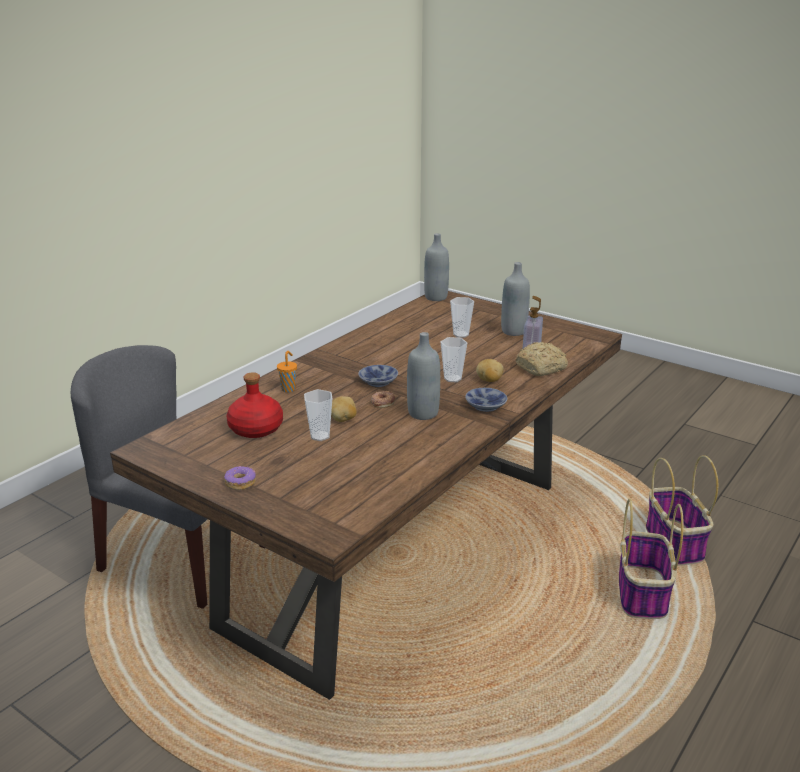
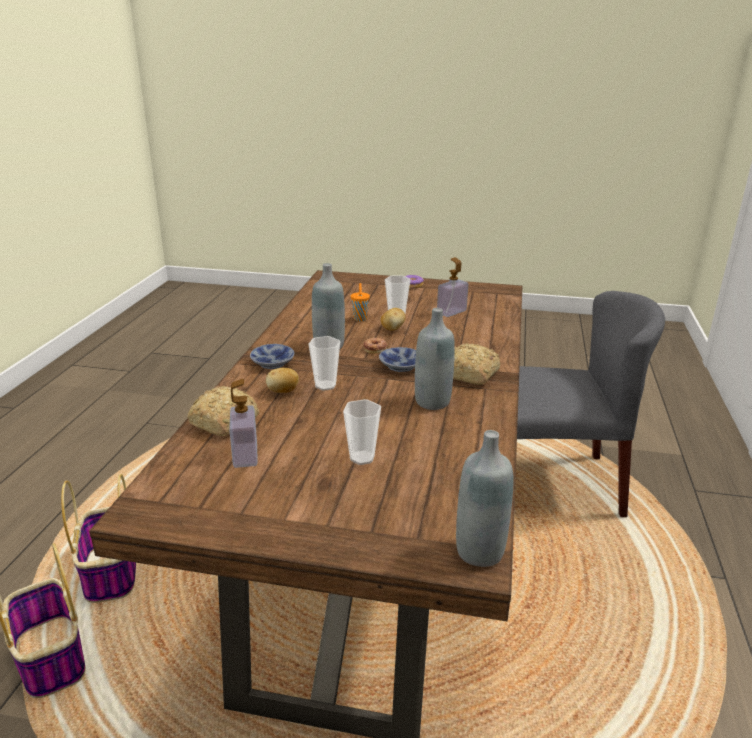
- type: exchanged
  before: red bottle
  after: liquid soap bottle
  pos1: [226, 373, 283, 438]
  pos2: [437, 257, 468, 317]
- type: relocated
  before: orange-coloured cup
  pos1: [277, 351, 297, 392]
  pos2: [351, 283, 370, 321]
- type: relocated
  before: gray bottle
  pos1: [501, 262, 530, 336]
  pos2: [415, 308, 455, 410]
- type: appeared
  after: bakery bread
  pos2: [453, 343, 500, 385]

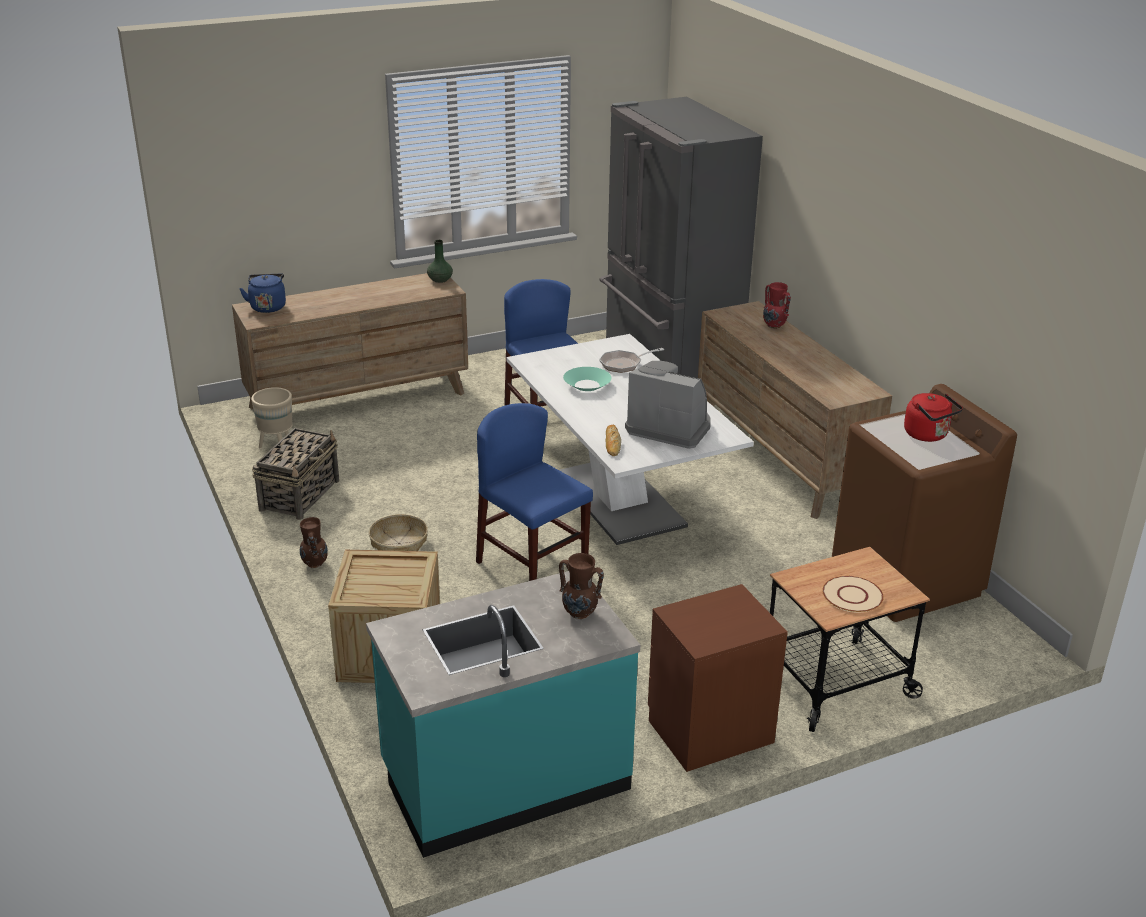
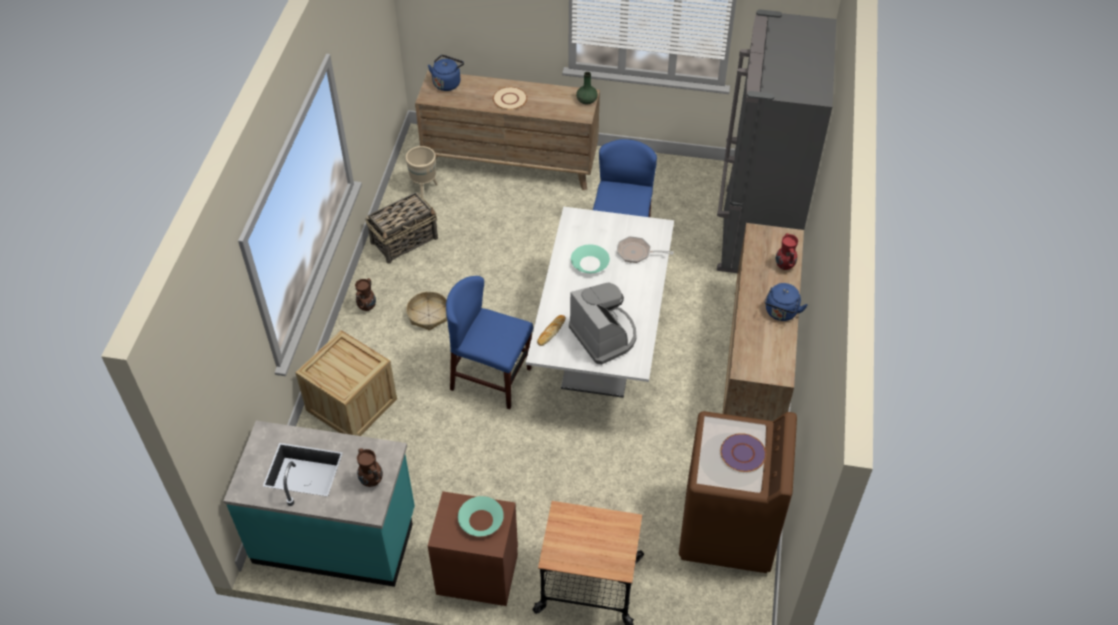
- type: spun
  before: blue-coloured upright chair
  pos1: [476, 403, 593, 581]
  pos2: [446, 276, 533, 409]
  turn: -60
- type: relocated
  before: sand-coloured flat dish
  pos1: [822, 576, 884, 613]
  pos2: [493, 87, 527, 110]
- type: exchanged
  before: red kettle
  after: purple flat dish
  pos1: [904, 393, 963, 442]
  pos2: [720, 433, 766, 472]
- type: appeared
  after: turquoise-coloured serving bowl
  pos2: [458, 496, 504, 536]
- type: appeared
  after: blue-coloured kettle
  pos2: [764, 283, 808, 321]

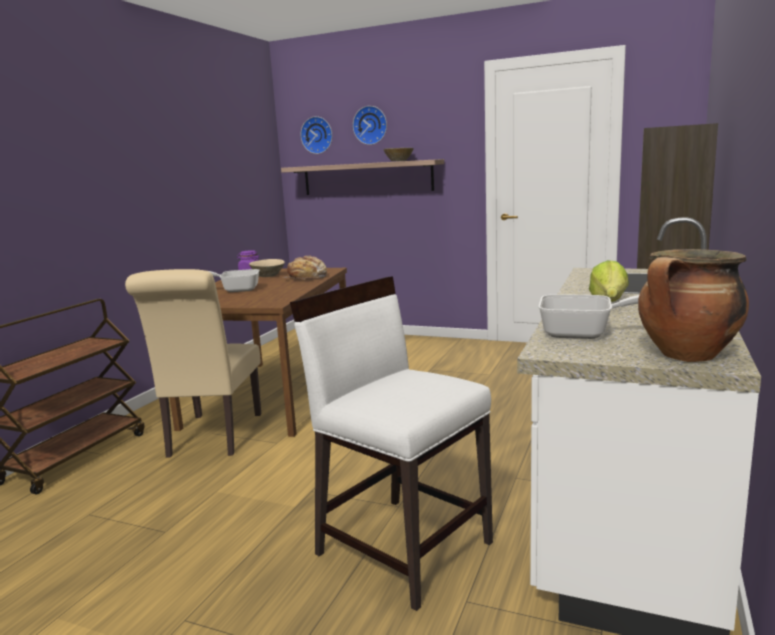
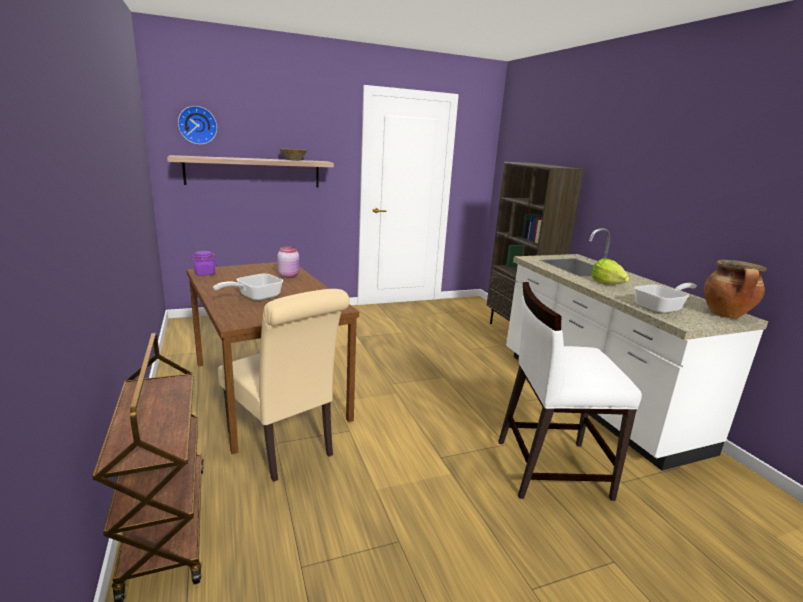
- type: missing
  before: sand-coloured serving bowl
  pos1: [249, 259, 285, 277]
- type: exchanged
  before: bakery bread
  after: pinkish preserve jar
  pos1: [283, 255, 327, 280]
  pos2: [277, 246, 300, 278]
- type: missing
  before: hanging clock
  pos1: [353, 106, 387, 145]

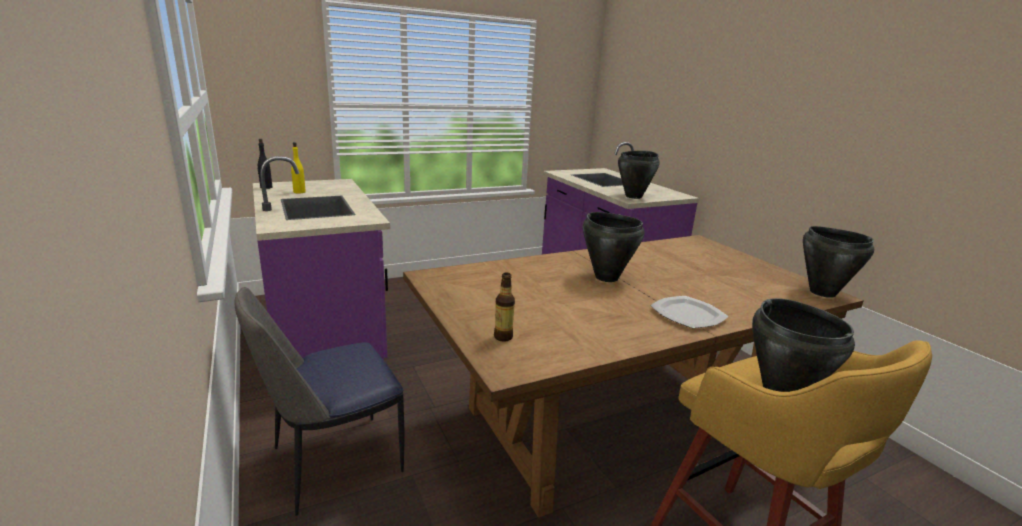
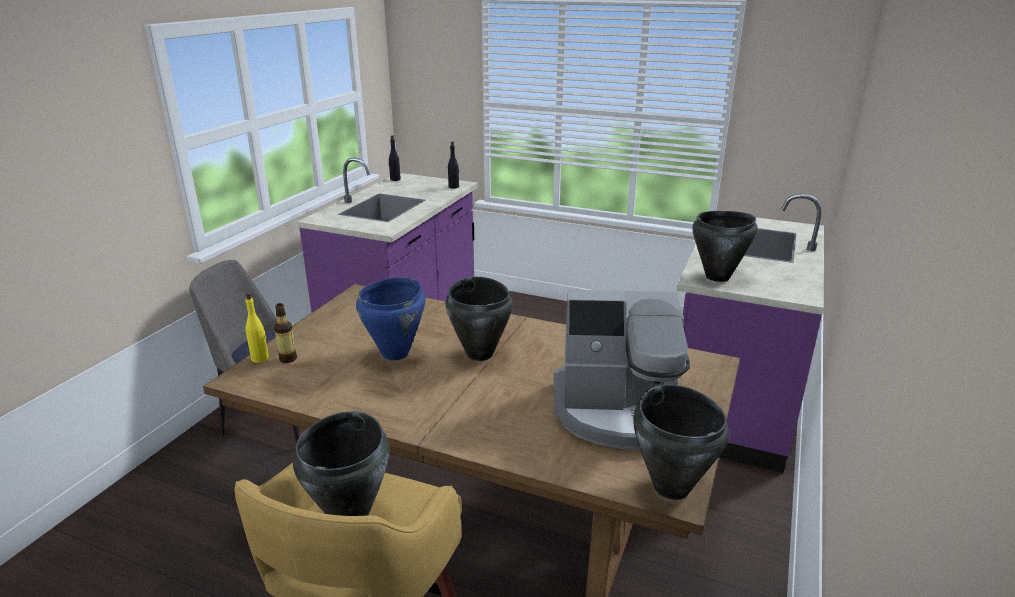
- type: relocated
  before: yellowish bottle
  pos1: [291, 142, 306, 194]
  pos2: [245, 292, 269, 363]
- type: missing
  before: flat dish
  pos1: [650, 296, 728, 328]
- type: appeared
  after: blue-coloured cooking pot
  pos2: [356, 277, 425, 360]
- type: appeared
  after: black bottle
  pos2: [448, 141, 459, 189]
- type: appeared
  after: coffee brewer
  pos2: [554, 290, 690, 450]

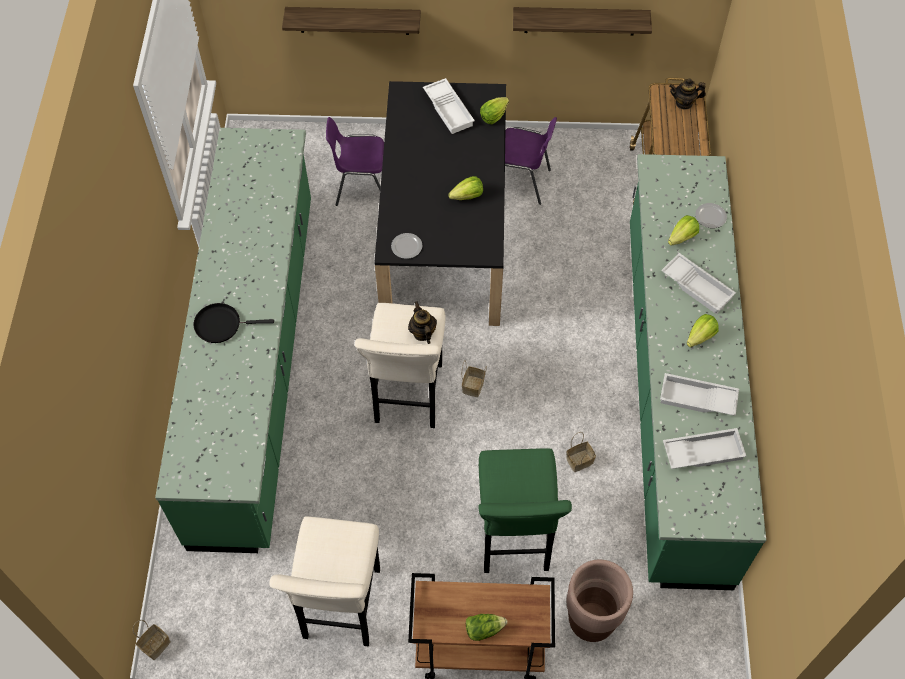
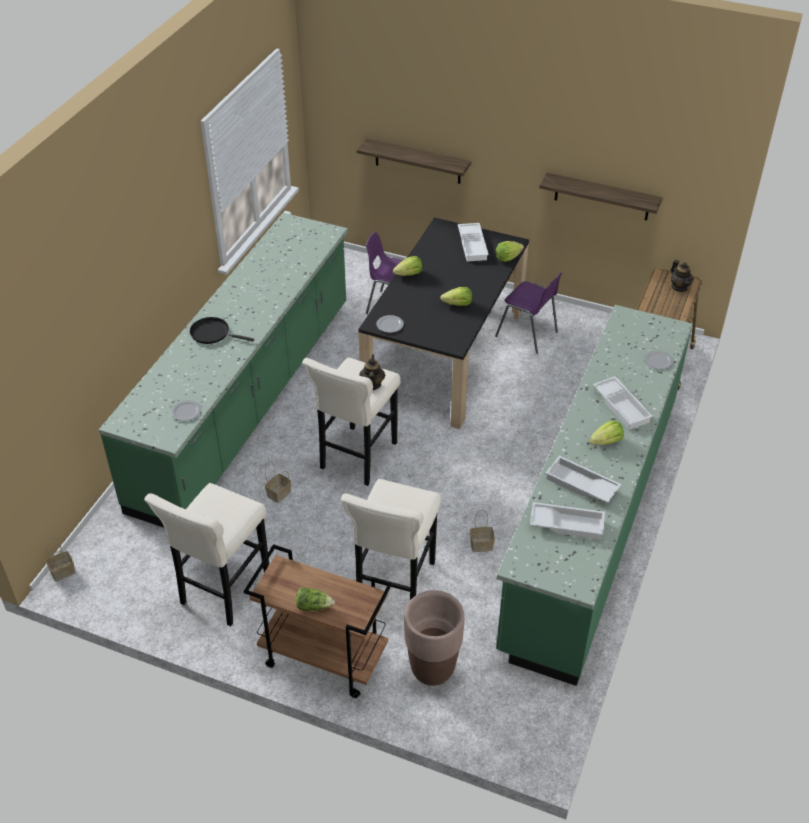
- type: relocated
  before: basket
  pos1: [462, 360, 487, 397]
  pos2: [265, 461, 291, 503]
- type: colour
  before: green sitting stool
  after: sand-coloured sitting stool
  pos1: [478, 448, 572, 573]
  pos2: [341, 479, 441, 600]
- type: relocated
  before: lettuce
  pos1: [668, 215, 699, 246]
  pos2: [393, 256, 422, 276]
- type: spun
  before: tea pot
  pos1: [669, 79, 706, 110]
  pos2: [671, 260, 693, 292]
  turn: -135
- type: appeared
  after: flat dish
  pos2: [171, 400, 201, 421]

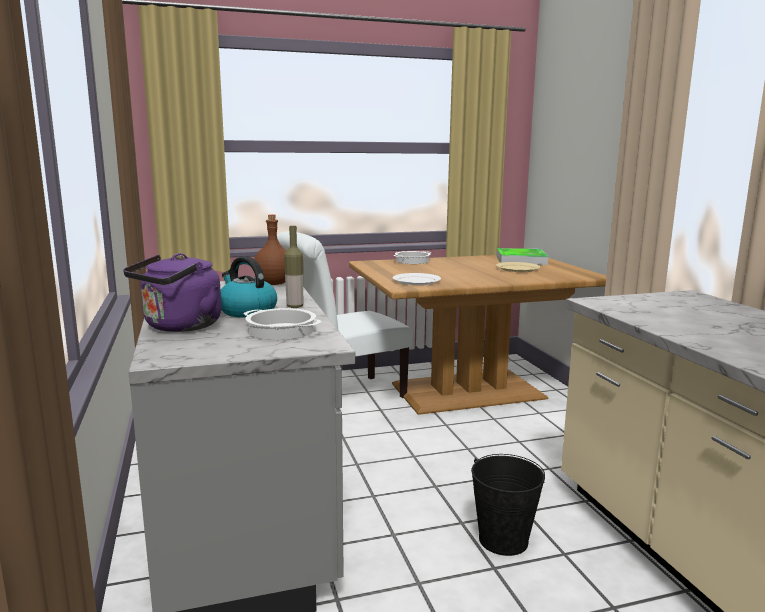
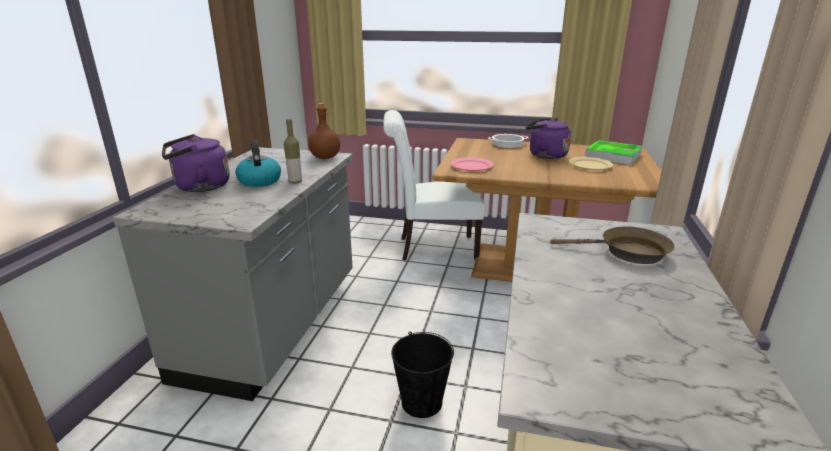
- type: missing
  before: cooking pot
  pos1: [244, 308, 321, 340]
- type: colour
  before: whitish flat dish
  after: pinkish flat dish
  pos1: [393, 273, 441, 285]
  pos2: [451, 157, 493, 171]
- type: appeared
  after: purple kettle
  pos2: [525, 118, 571, 159]
- type: appeared
  after: brown-coloured frying pan
  pos2: [551, 226, 675, 264]

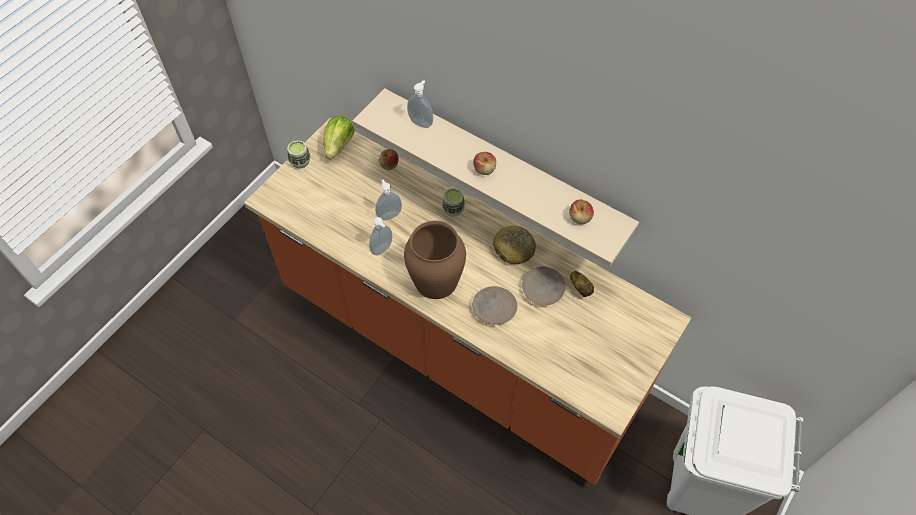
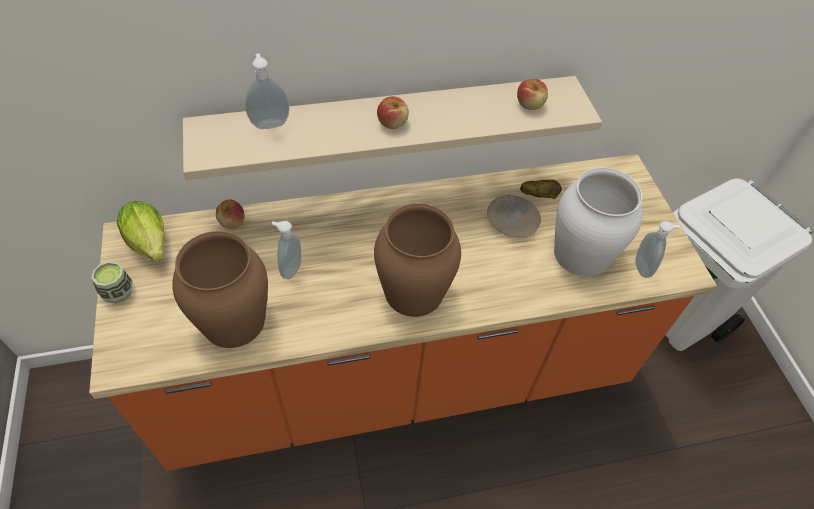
- type: relocated
  before: liquid soap bottle
  pos1: [369, 217, 392, 256]
  pos2: [635, 221, 680, 278]
- type: missing
  before: cup
  pos1: [442, 188, 465, 217]
- type: missing
  before: sand-coloured flat dish
  pos1: [472, 286, 517, 325]
- type: missing
  before: bakery bread
  pos1: [493, 226, 536, 264]
- type: appeared
  after: brown-coloured decorative vase
  pos2: [172, 231, 268, 348]
- type: appeared
  after: whitish decorative vase
  pos2: [554, 167, 642, 277]

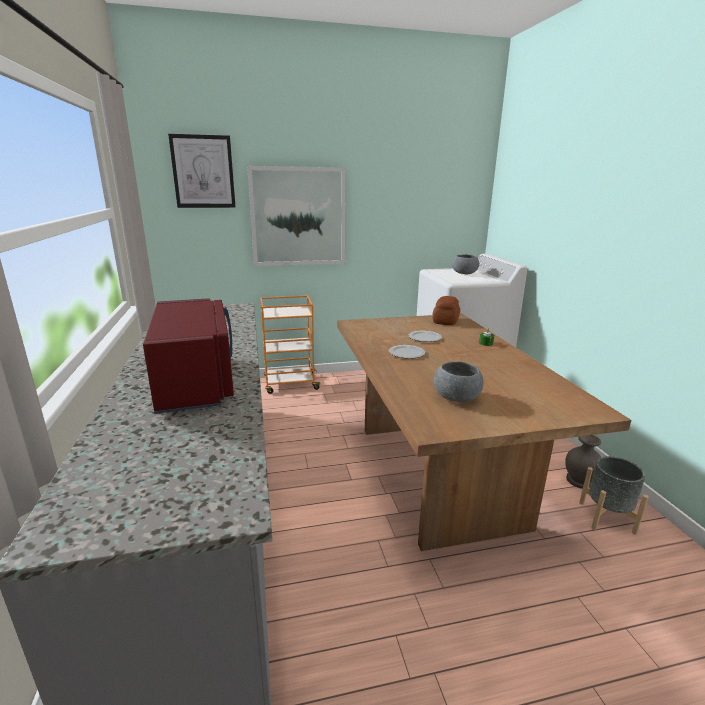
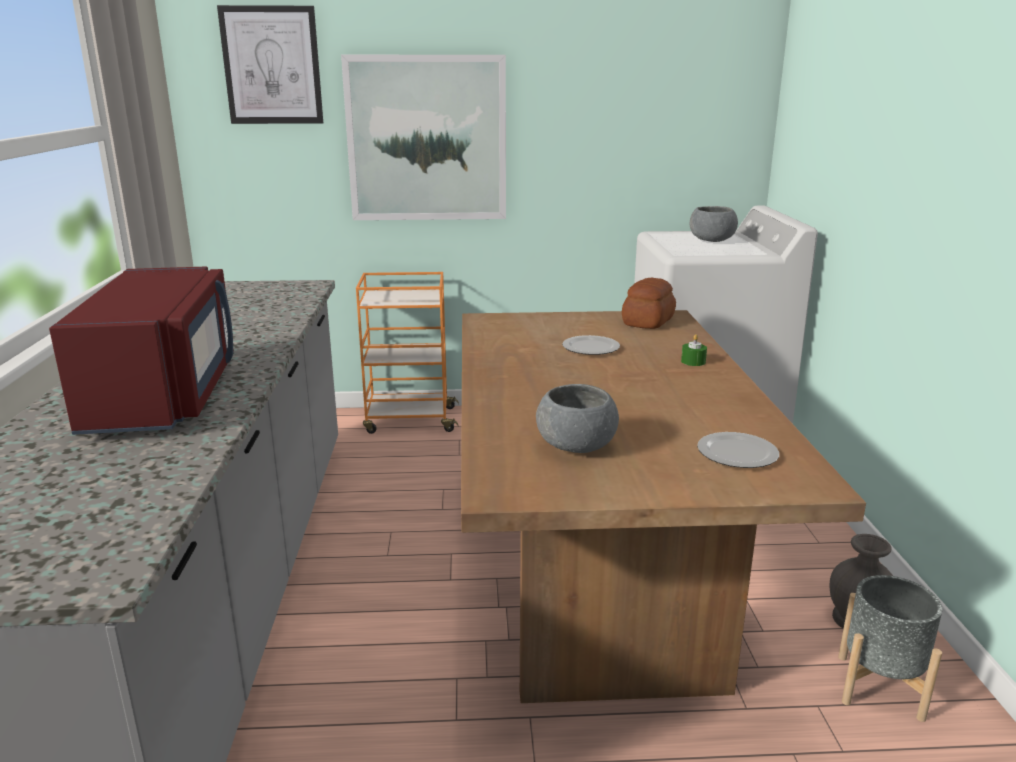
- type: relocated
  before: flat dish
  pos1: [389, 345, 425, 359]
  pos2: [697, 432, 779, 468]

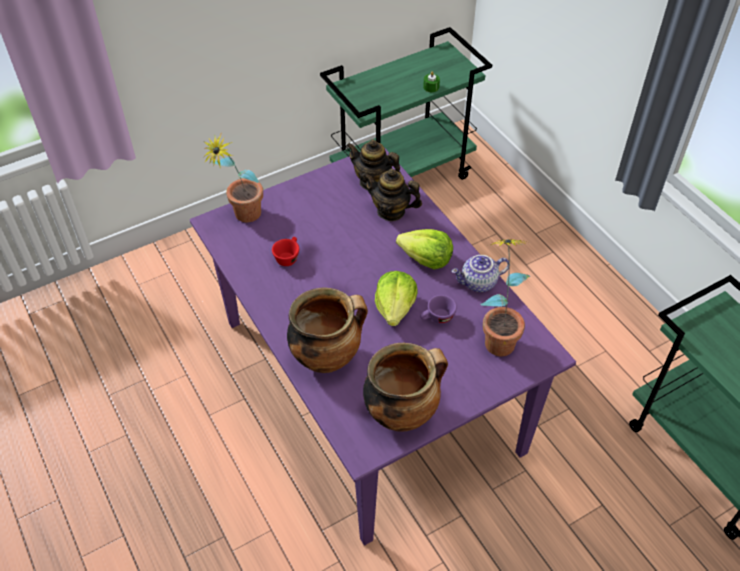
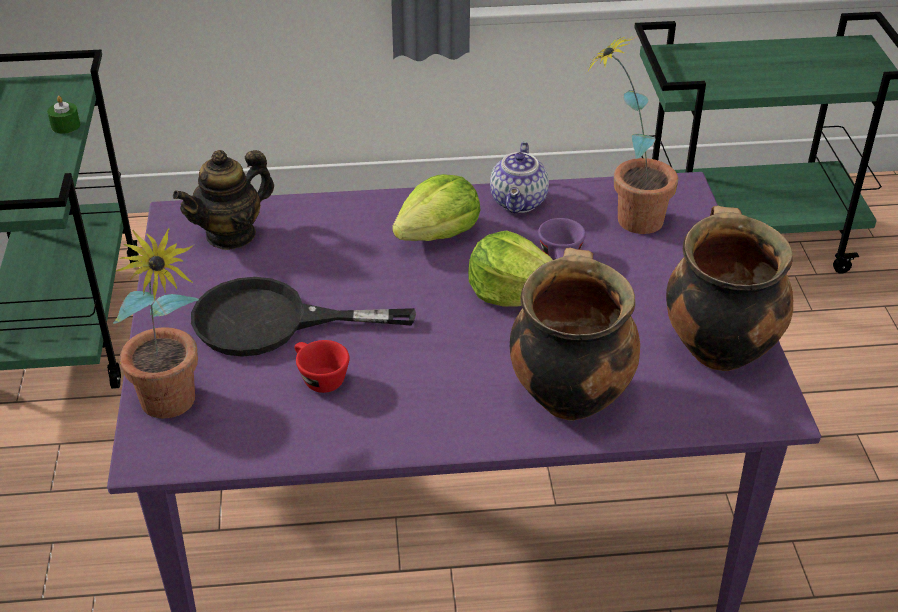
- type: missing
  before: tea pot
  pos1: [363, 169, 422, 221]
- type: appeared
  after: black frying pan
  pos2: [191, 277, 416, 357]

